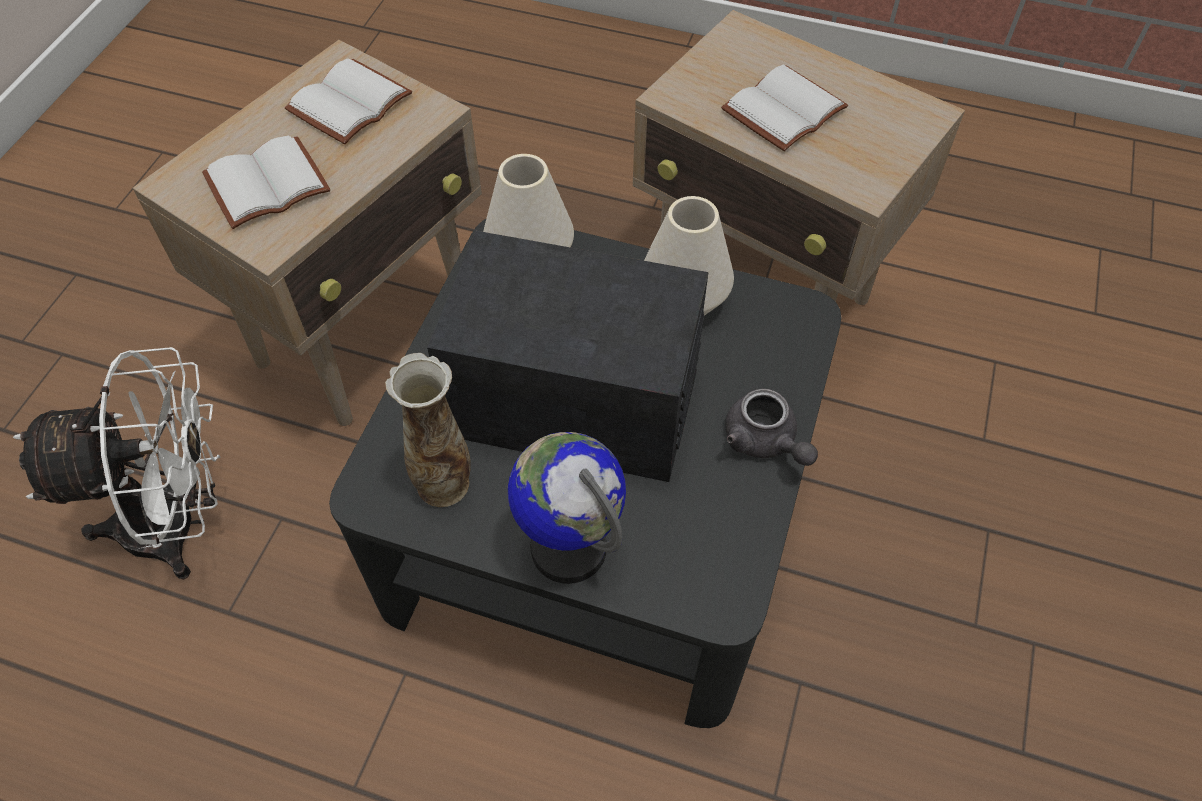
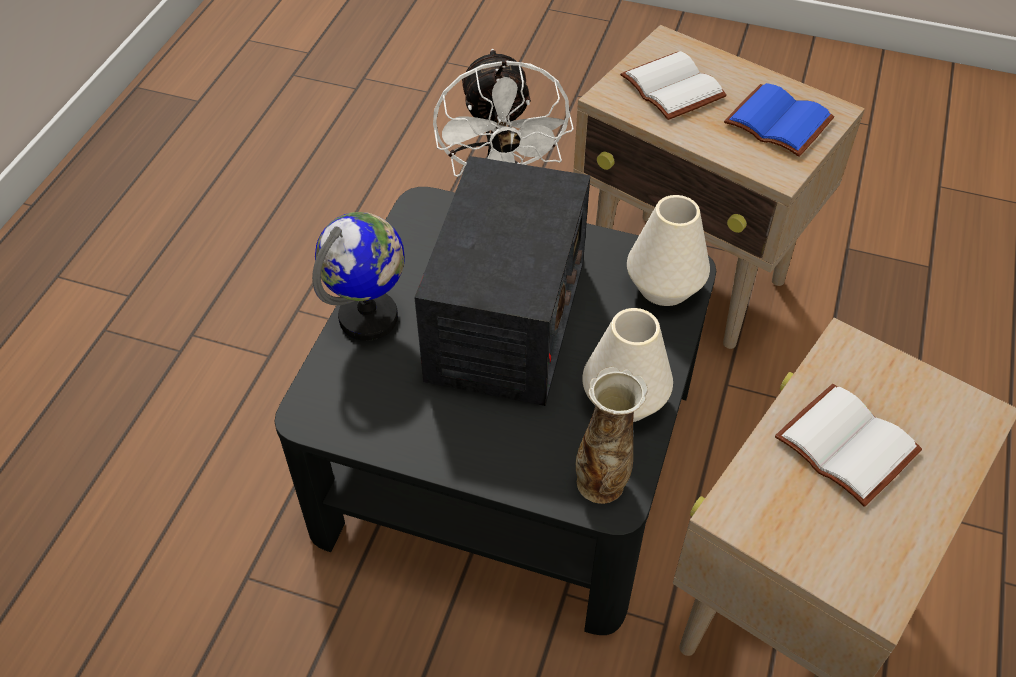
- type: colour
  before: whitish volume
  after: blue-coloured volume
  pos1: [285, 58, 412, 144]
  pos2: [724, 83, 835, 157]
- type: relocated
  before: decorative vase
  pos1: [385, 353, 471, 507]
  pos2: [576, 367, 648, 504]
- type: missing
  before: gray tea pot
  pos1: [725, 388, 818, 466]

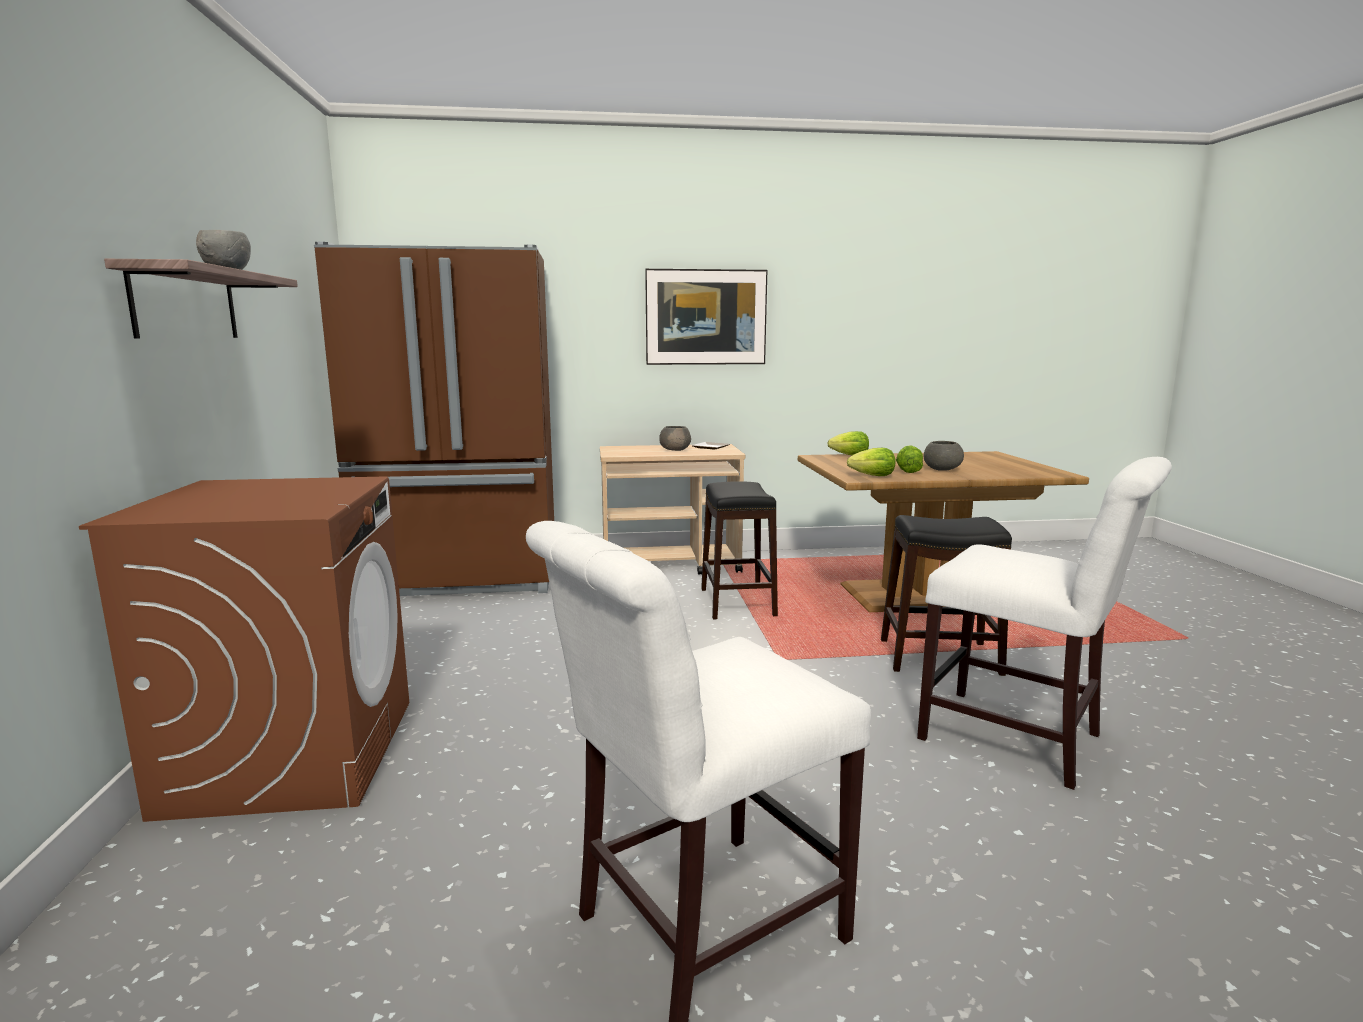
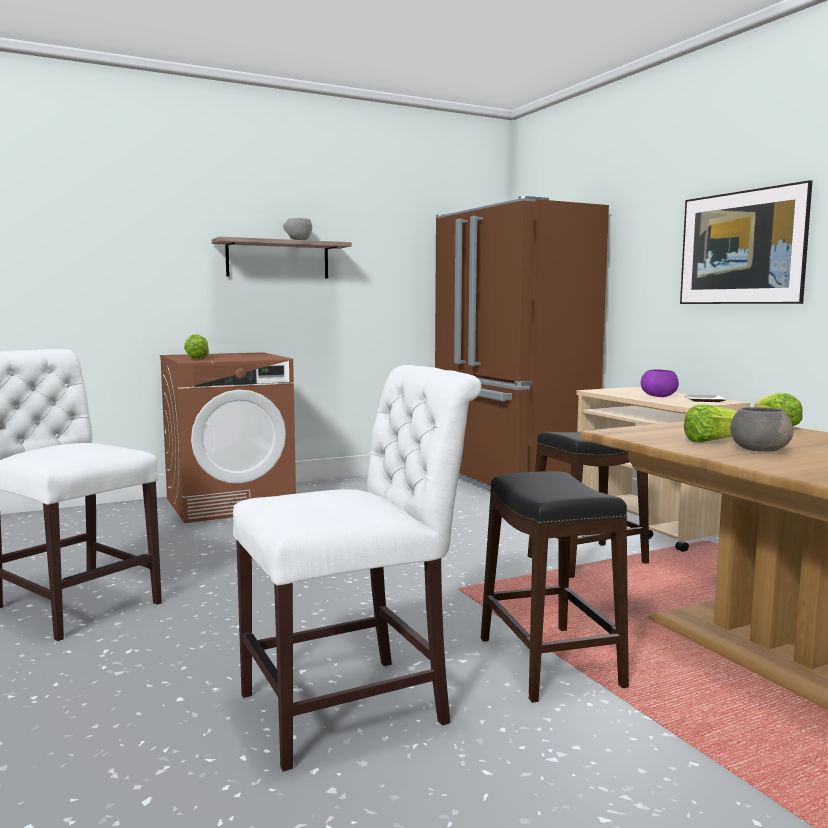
- type: colour
  before: gray serving bowl
  after: purple serving bowl
  pos1: [659, 426, 691, 451]
  pos2: [641, 370, 679, 397]
- type: relocated
  before: lettuce
  pos1: [847, 448, 895, 476]
  pos2: [184, 334, 209, 359]
- type: spun
  before: whitish upright chair
  pos1: [917, 457, 1172, 790]
  pos2: [233, 365, 481, 772]
  turn: -135

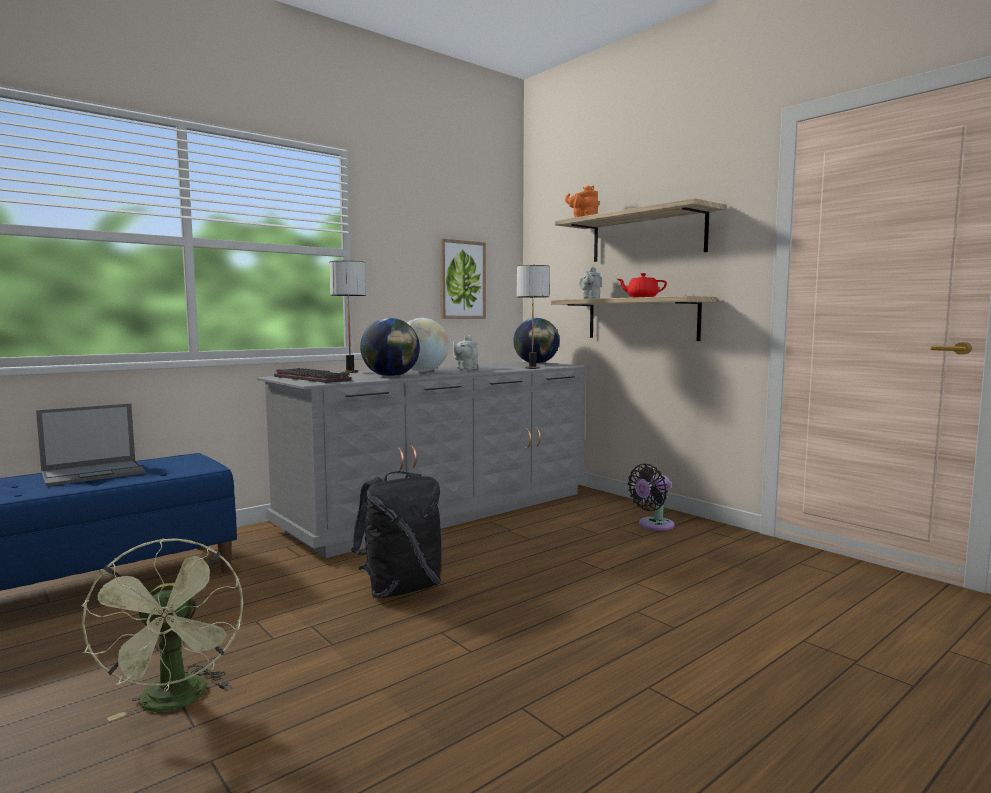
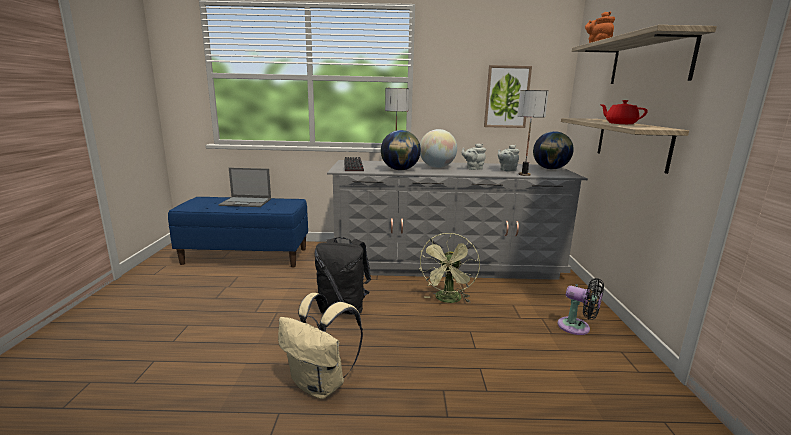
- type: relocated
  before: green fan
  pos1: [81, 538, 243, 721]
  pos2: [418, 233, 480, 303]
- type: relocated
  before: gray tea pot
  pos1: [579, 267, 602, 299]
  pos2: [498, 145, 519, 172]
- type: spun
  before: black fan
  pos1: [628, 464, 674, 530]
  pos2: [558, 278, 604, 335]
  turn: -150
- type: appeared
  after: sand-coloured knapsack
  pos2: [278, 293, 363, 399]

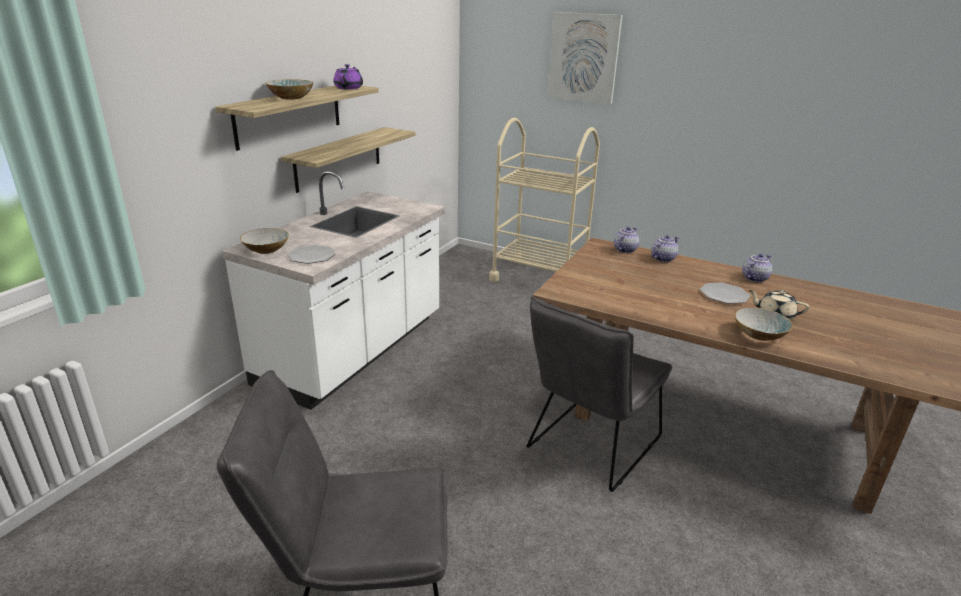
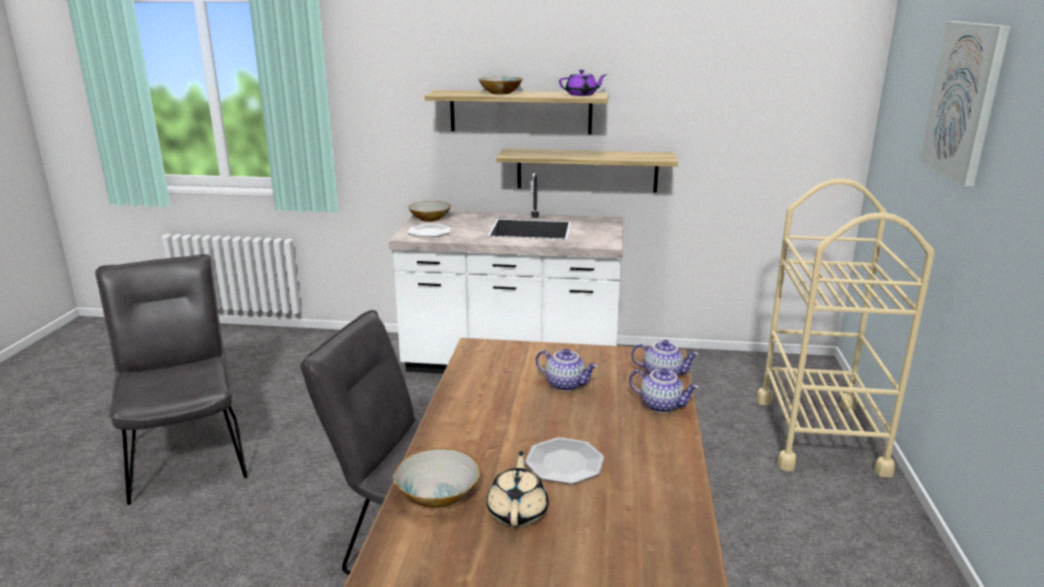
- type: relocated
  before: tea pot
  pos1: [742, 254, 772, 282]
  pos2: [536, 349, 598, 391]

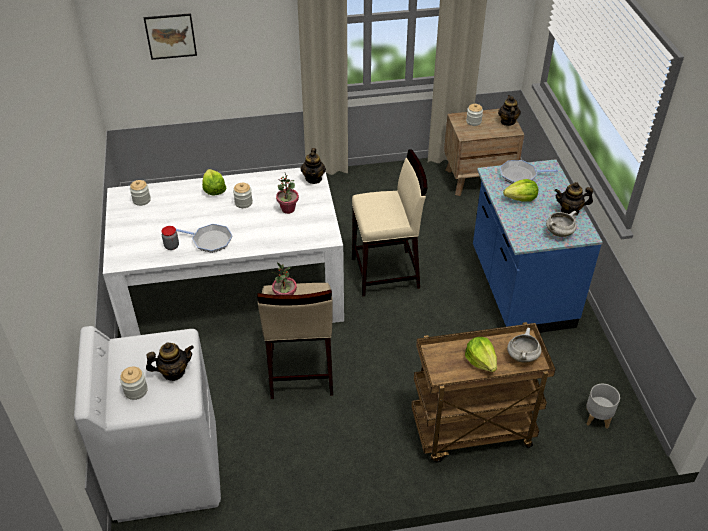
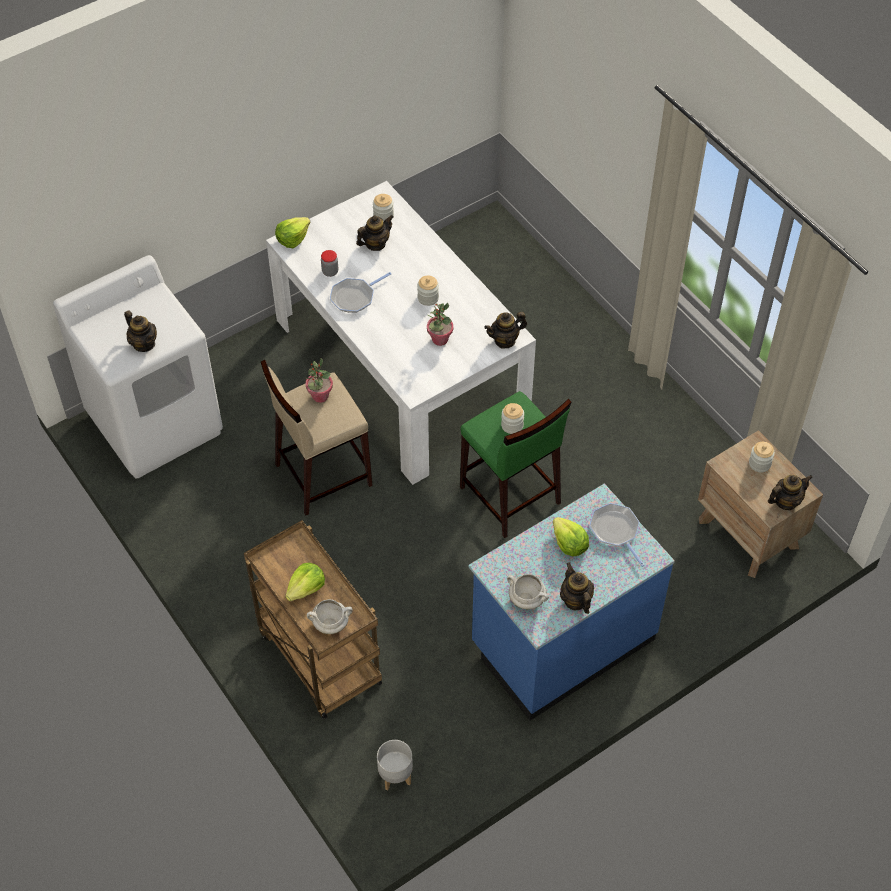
- type: relocated
  before: preserve jar
  pos1: [120, 366, 148, 400]
  pos2: [501, 403, 524, 434]
- type: missing
  before: wall picture
  pos1: [144, 13, 197, 60]
- type: spun
  before: frying pan
  pos1: [176, 224, 232, 253]
  pos2: [330, 272, 391, 313]
  turn: 60
- type: relocated
  before: lettuce
  pos1: [202, 169, 226, 196]
  pos2: [275, 217, 311, 248]
- type: colour
  before: sand-coloured sitting stool
  after: green sitting stool
  pos1: [352, 150, 427, 296]
  pos2: [460, 391, 572, 538]
- type: appeared
  after: tea pot
  pos2: [356, 215, 394, 251]

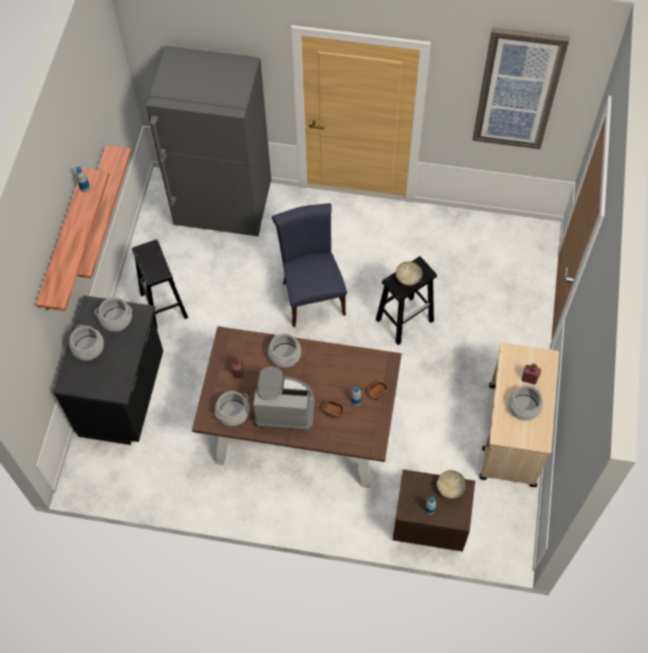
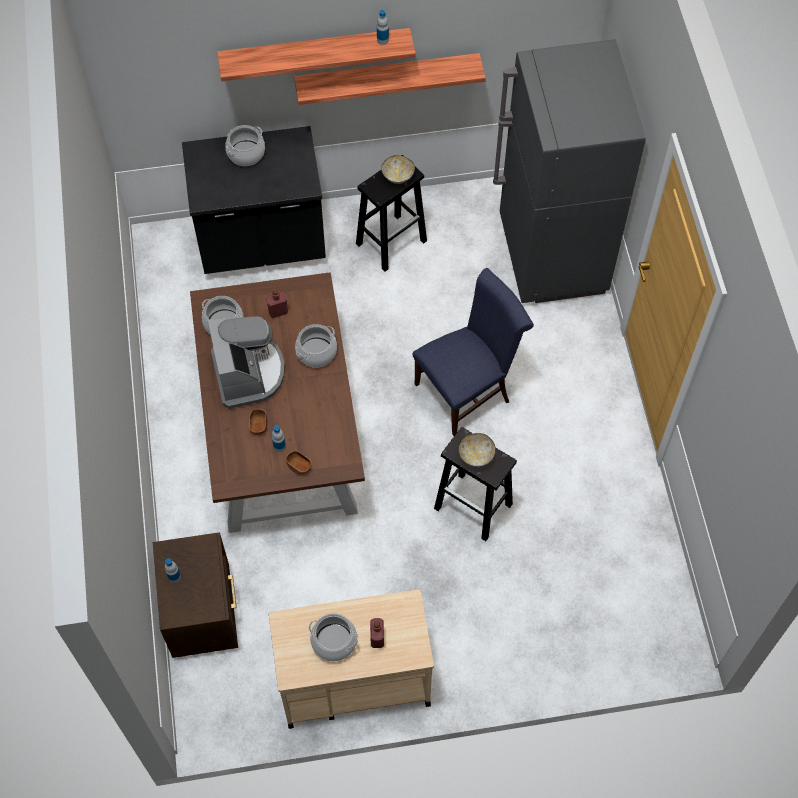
- type: missing
  before: cooking pot
  pos1: [95, 297, 132, 332]
- type: relocated
  before: serving bowl
  pos1: [437, 470, 466, 499]
  pos2: [382, 155, 415, 184]
- type: missing
  before: wall picture
  pos1: [472, 28, 569, 149]

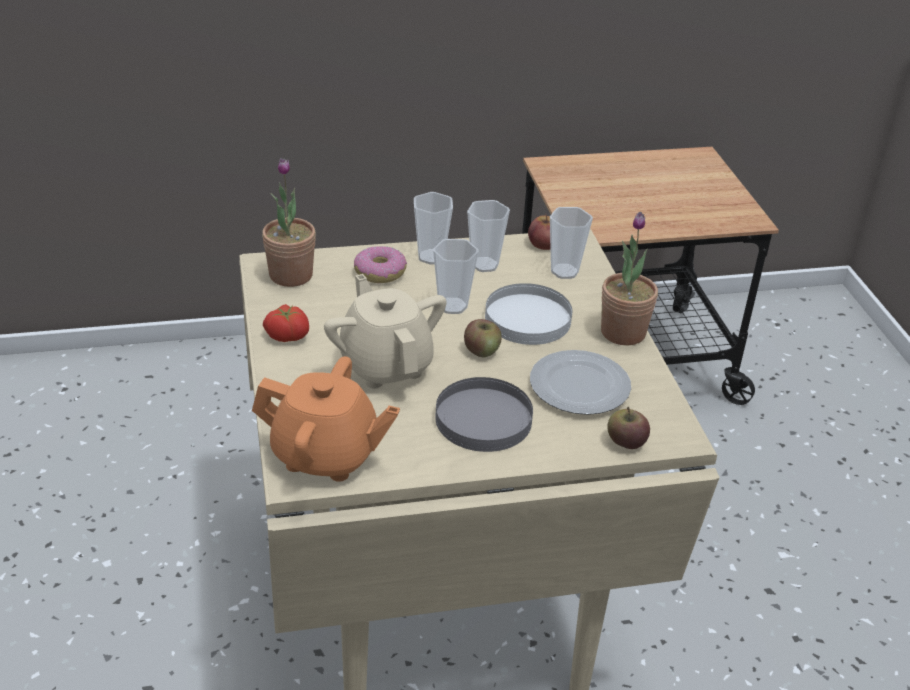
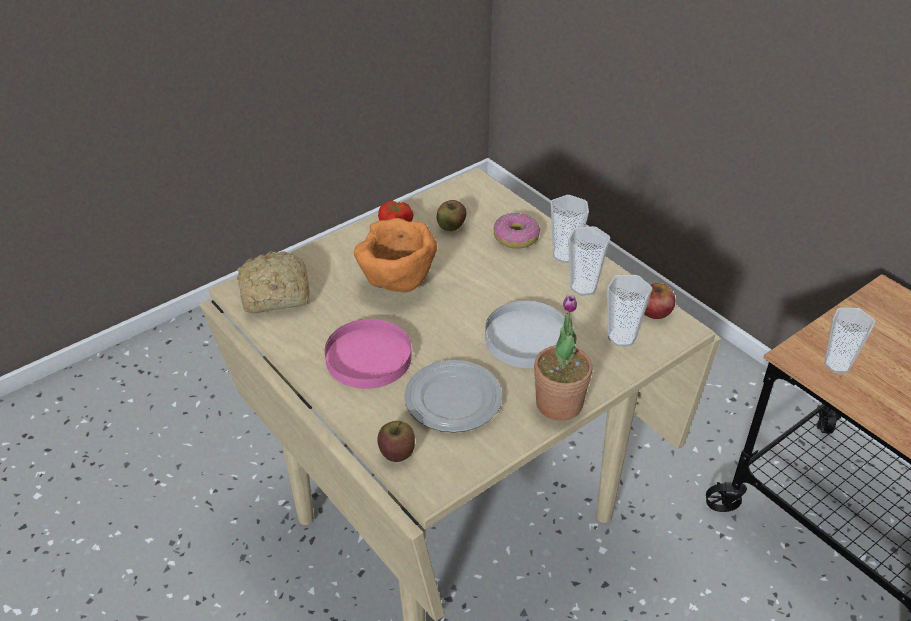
- type: exchanged
  before: orange-coloured tea pot
  after: bakery bread
  pos1: [252, 356, 400, 482]
  pos2: [237, 251, 310, 313]
- type: missing
  before: potted plant
  pos1: [262, 158, 316, 287]
- type: exchanged
  before: sand-coloured tea pot
  after: orange-coloured serving bowl
  pos1: [324, 274, 447, 388]
  pos2: [354, 218, 437, 292]
- type: relocated
  before: cup
  pos1: [433, 239, 479, 314]
  pos2: [824, 308, 875, 373]
- type: colour
  before: gray flat dish
  after: pinkish flat dish
  pos1: [435, 377, 533, 452]
  pos2: [325, 319, 412, 389]
- type: relocated
  before: apple fruit
  pos1: [464, 319, 502, 358]
  pos2: [437, 200, 466, 231]

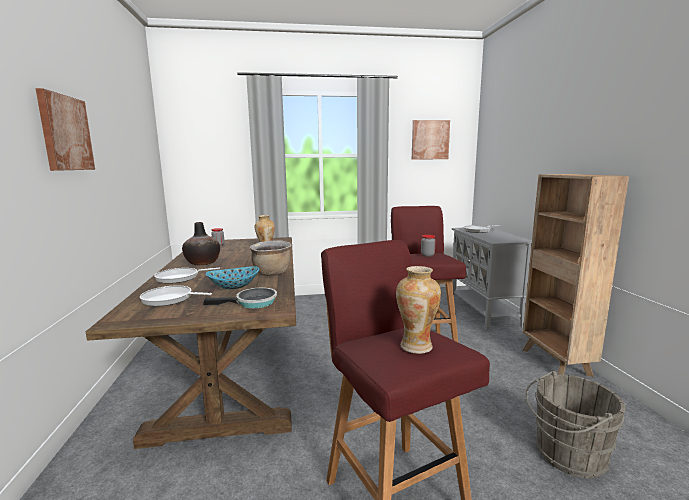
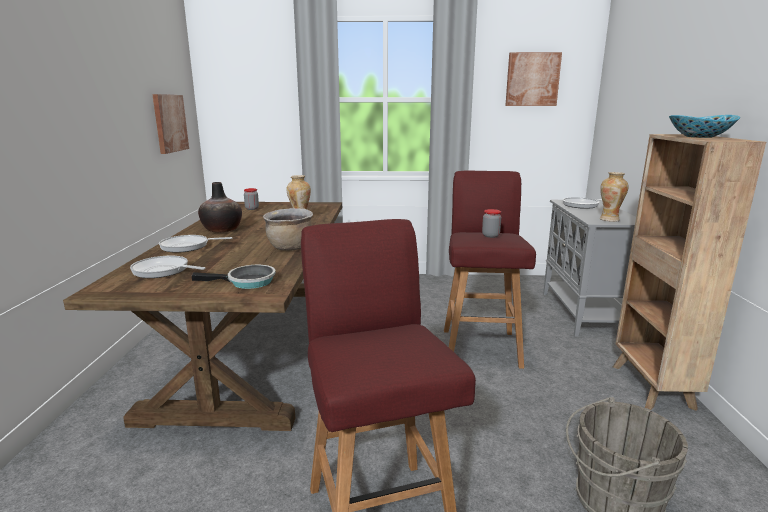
- type: relocated
  before: wall picture
  pos1: [36, 88, 95, 171]
  pos2: [152, 94, 189, 154]
- type: relocated
  before: serving bowl
  pos1: [206, 266, 259, 289]
  pos2: [669, 115, 740, 138]
- type: relocated
  before: decorative vase
  pos1: [396, 266, 441, 354]
  pos2: [600, 172, 629, 222]

